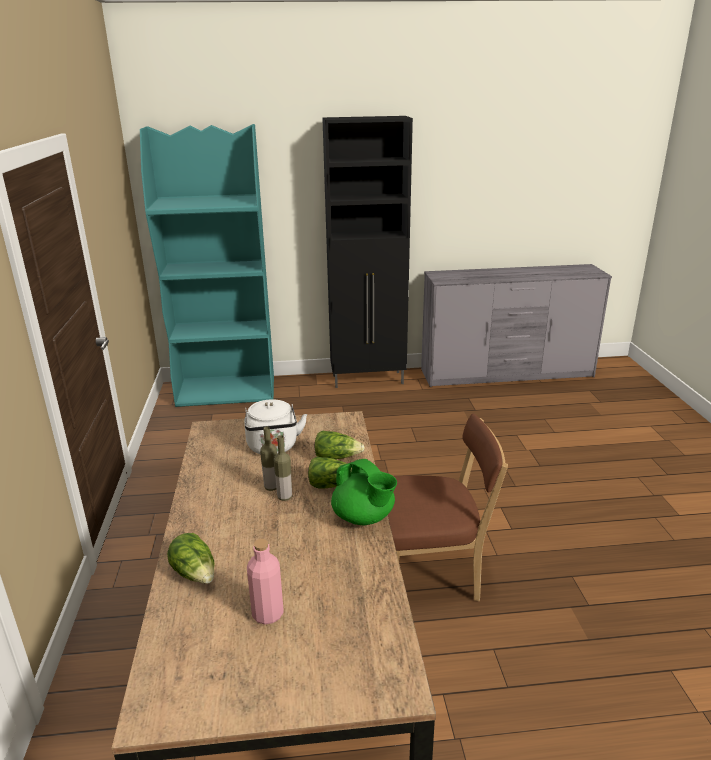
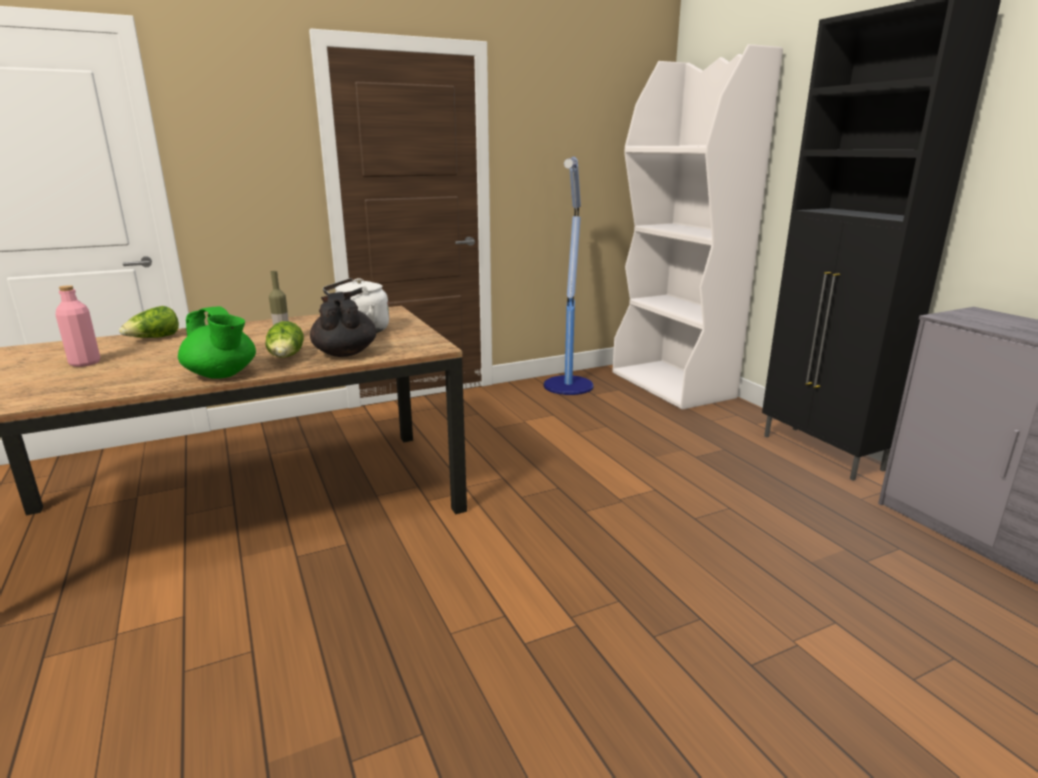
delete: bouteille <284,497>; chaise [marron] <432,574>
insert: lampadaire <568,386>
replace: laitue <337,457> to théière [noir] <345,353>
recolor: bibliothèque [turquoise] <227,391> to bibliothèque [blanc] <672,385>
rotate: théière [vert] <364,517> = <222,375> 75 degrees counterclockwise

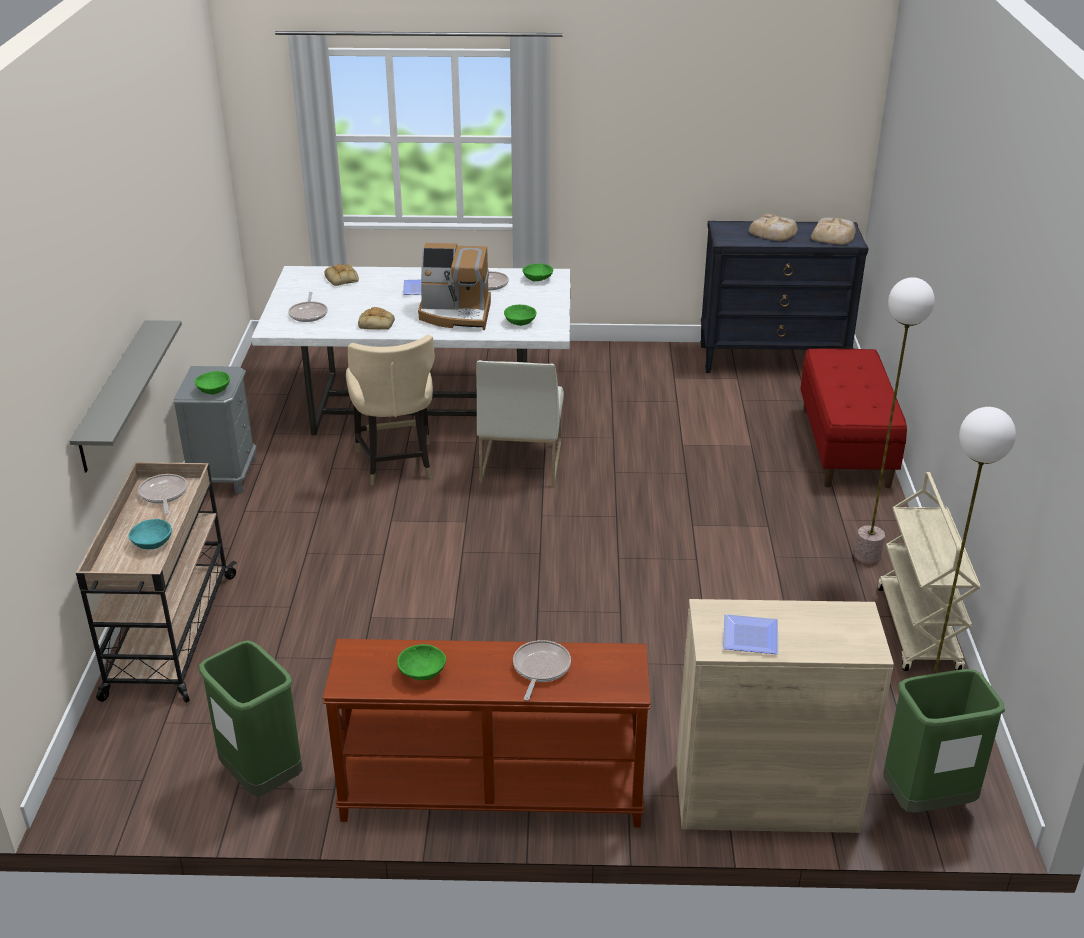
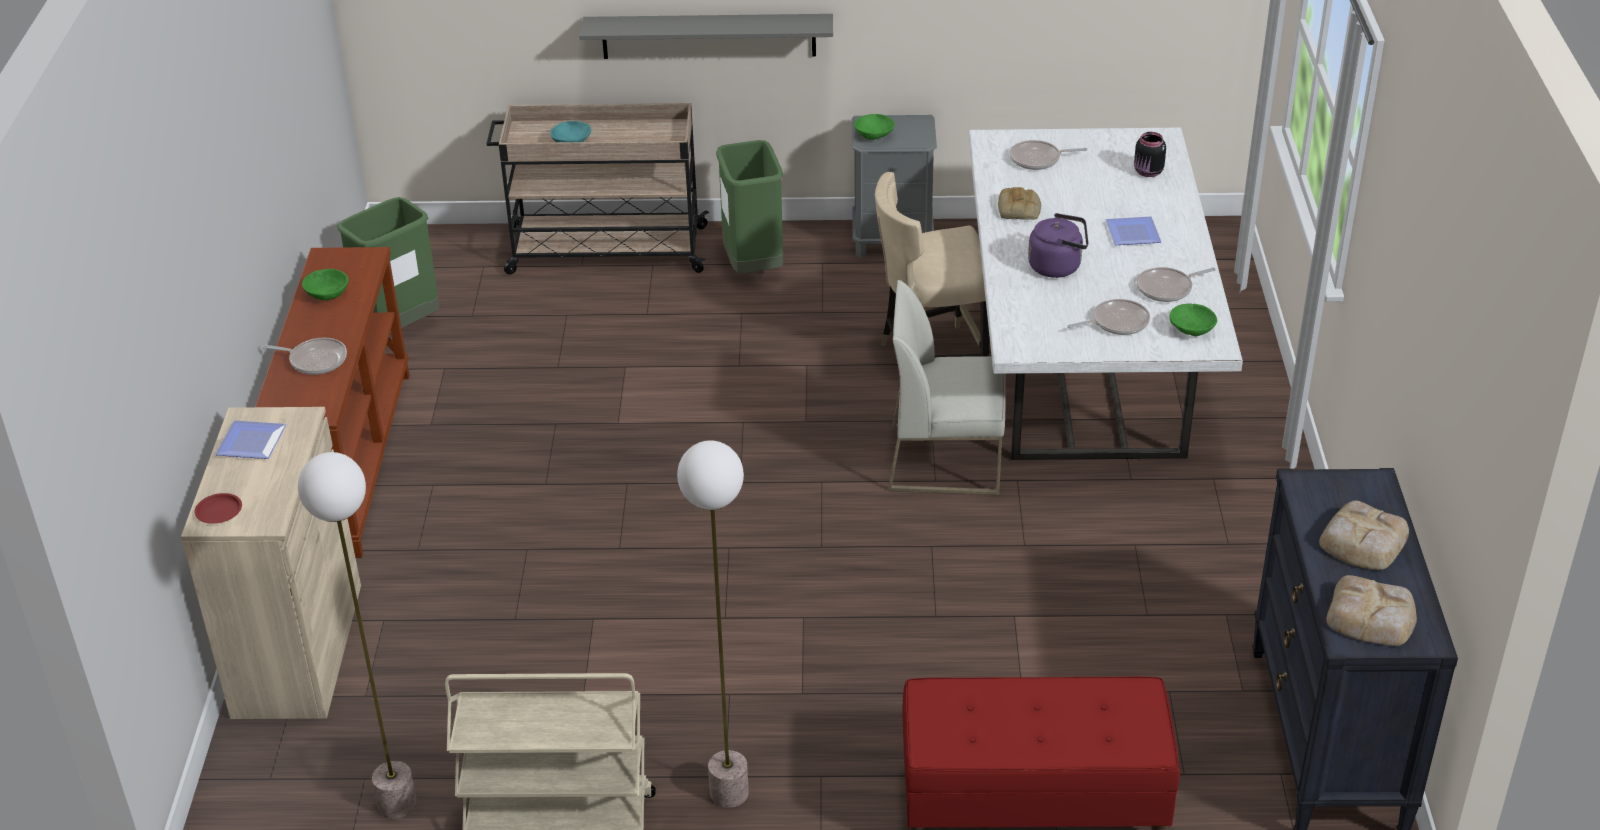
delete: bol [vert] <520,322>
insert: assiette [rouge] <218,512>
move: poêle <163,495> to <1116,322>; poubelle [vert] <926,801> to <753,267>
replace: pain <342,279> to bocal [noir] <1148,172>; machine à café <456,314> to bouilloire [violet] <1058,266>

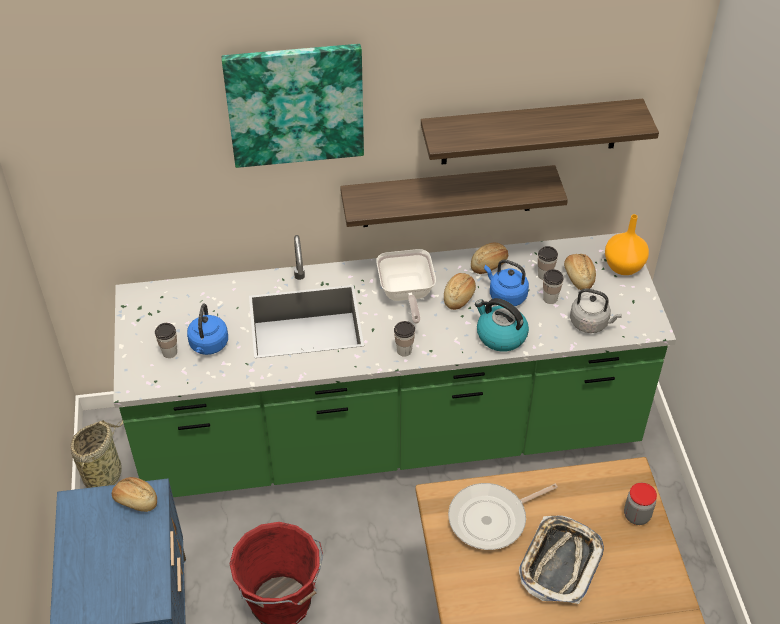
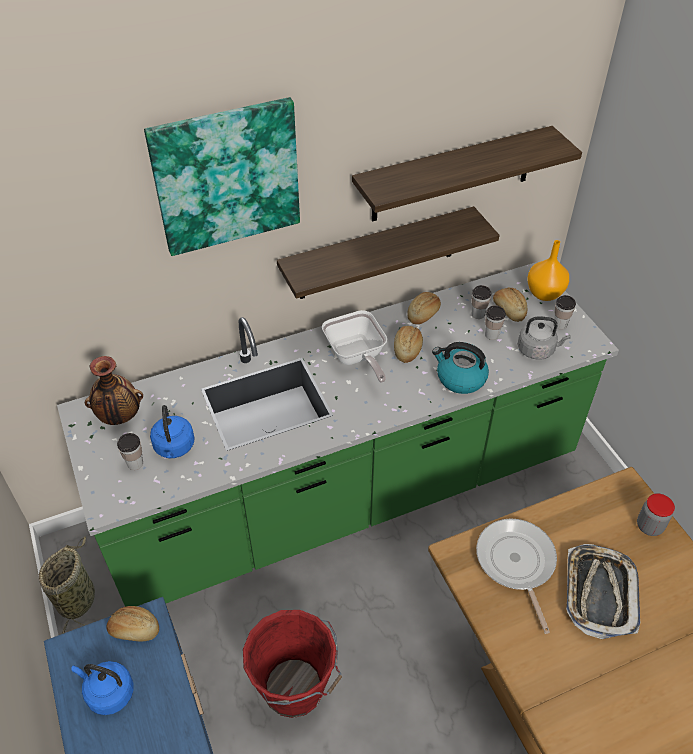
insert: vase <119,416>
move: tasse <404,350> to <560,324>; bouilloire [bleu] <505,295> to <108,693>
rotate: poêle <491,519> = <516,563> 120 degrees clockwise

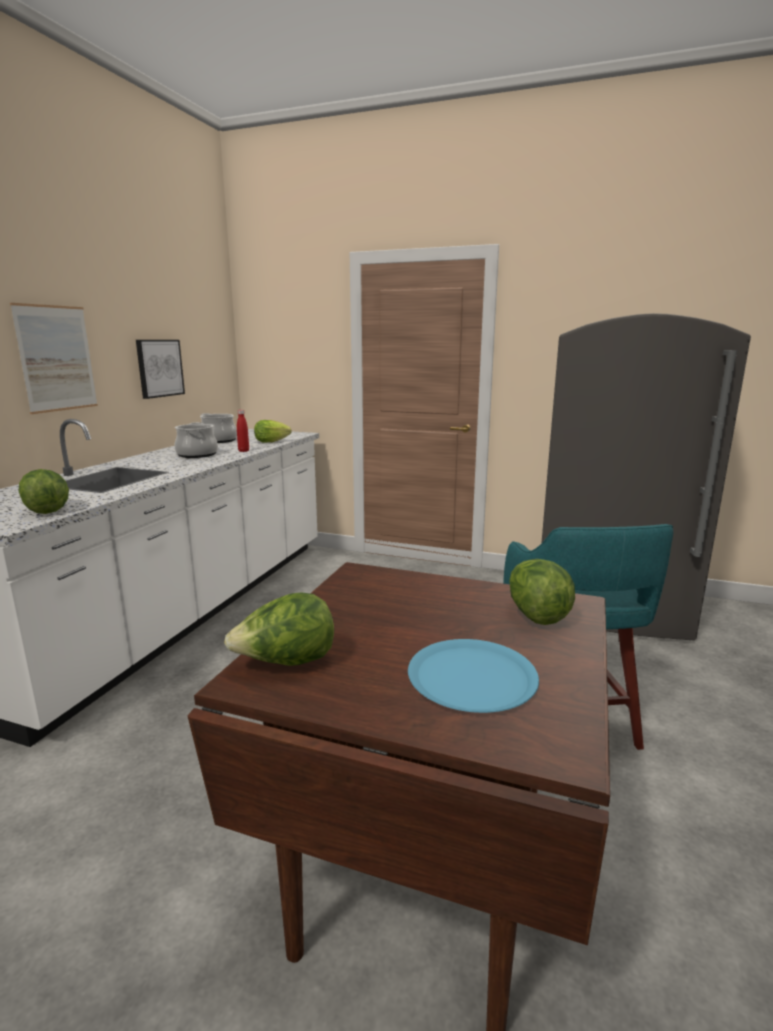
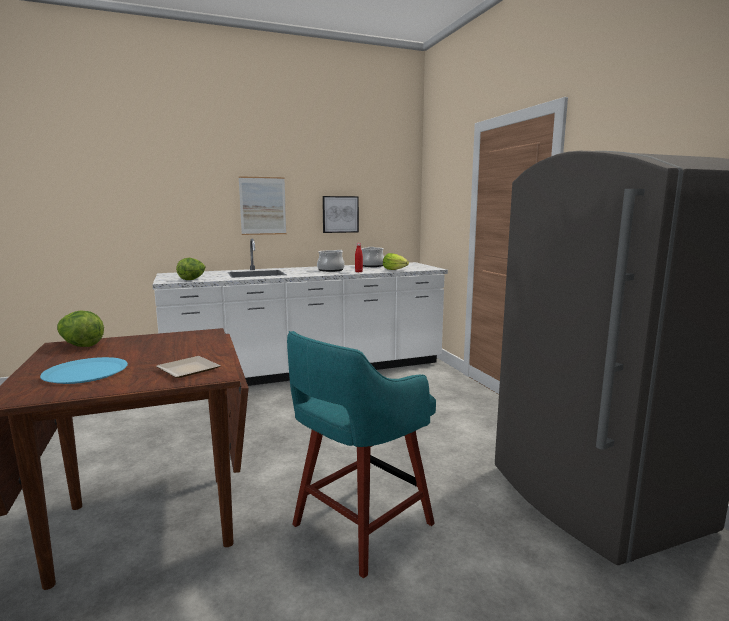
replace: laitue <536,614> to assiette <186,370>

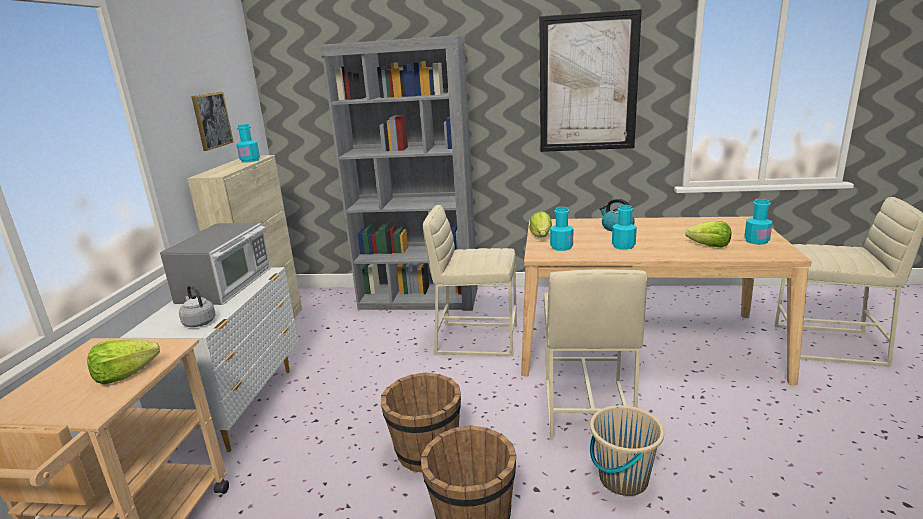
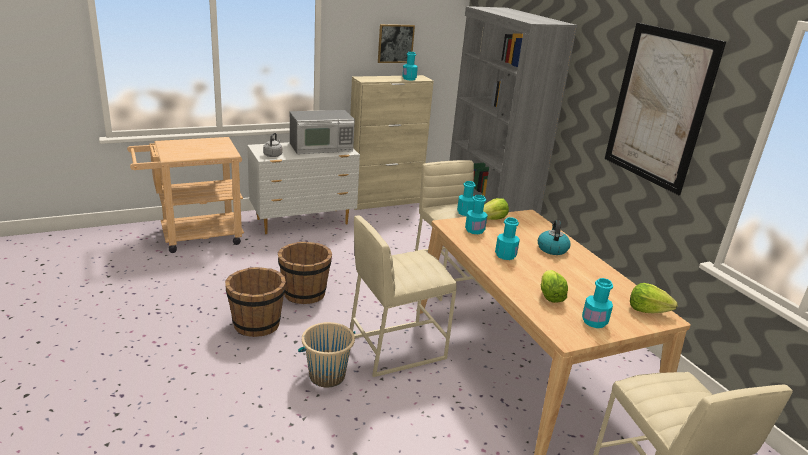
insert: bouteille [turquoise] <465,212>
move: laitue <125,375> to <647,310>

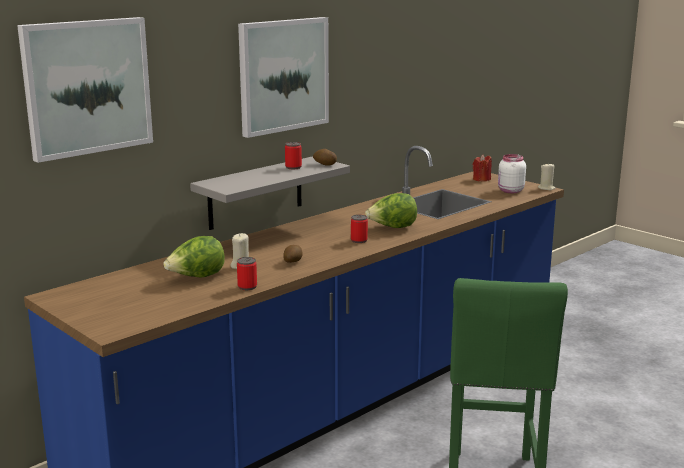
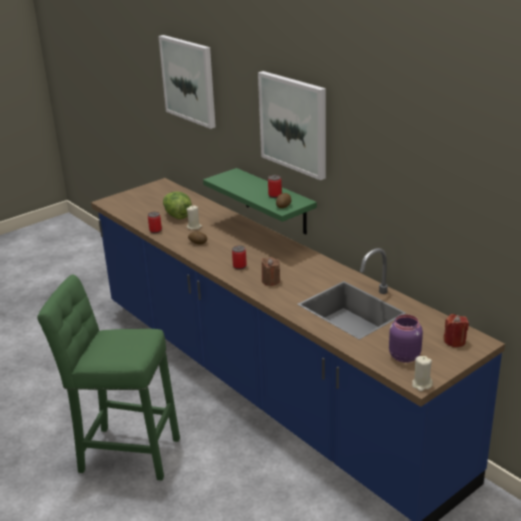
replace: laitue <392,228> to bougie [marron] <270,281>
recolor: étagère [gris] <255,193> to étagère [vert] <275,202>; bocal [blanc] <510,191> to bocal [violet] <404,356>

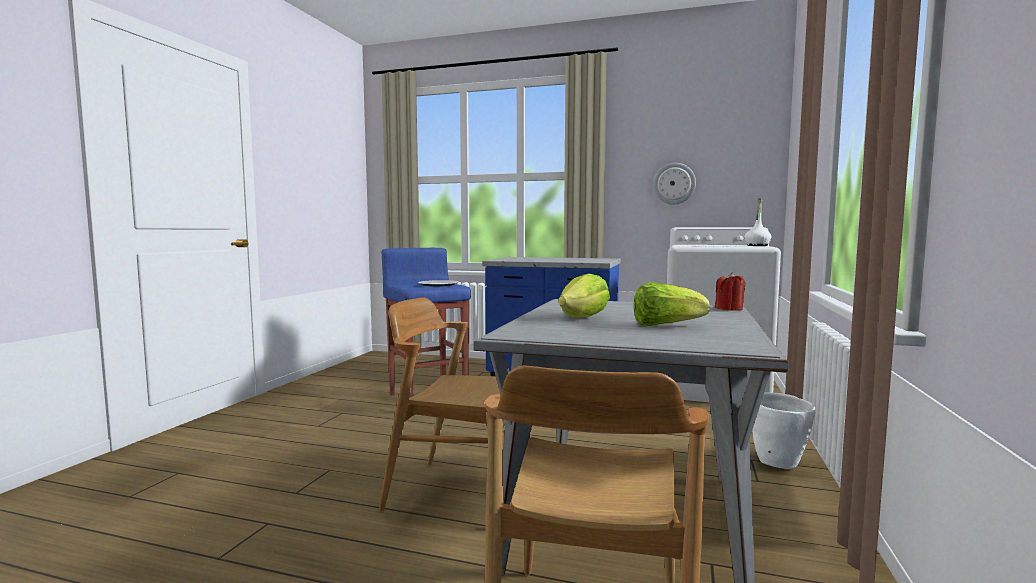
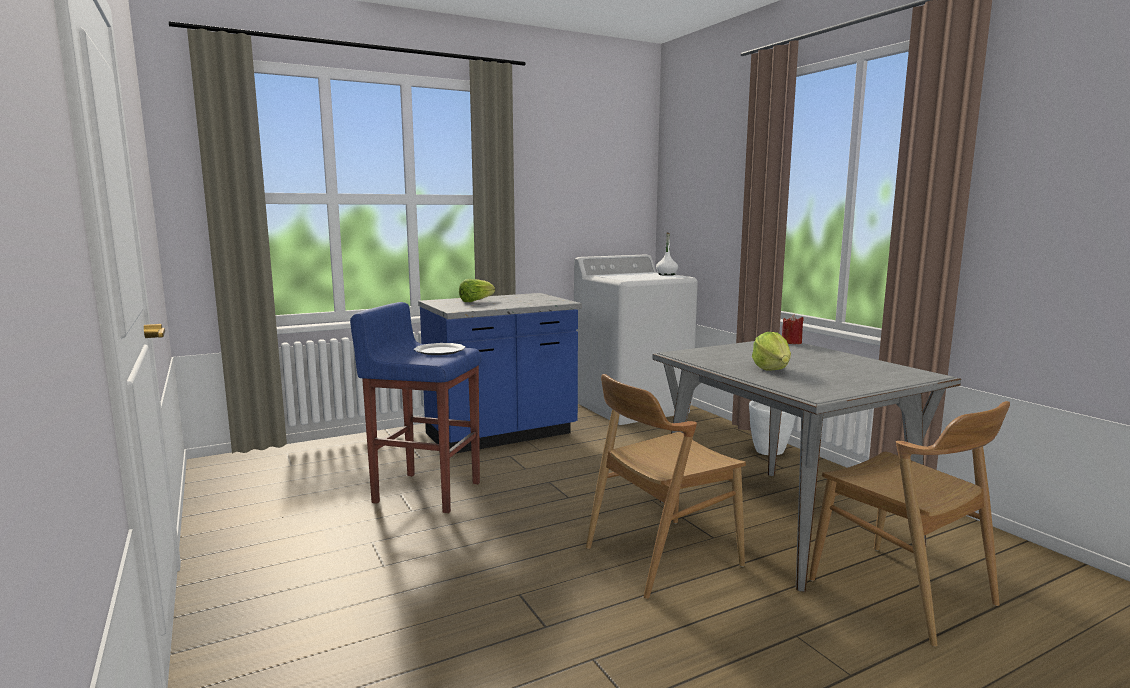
delete: horloge murale <674,183>
move: laitue <665,325> to <476,301>

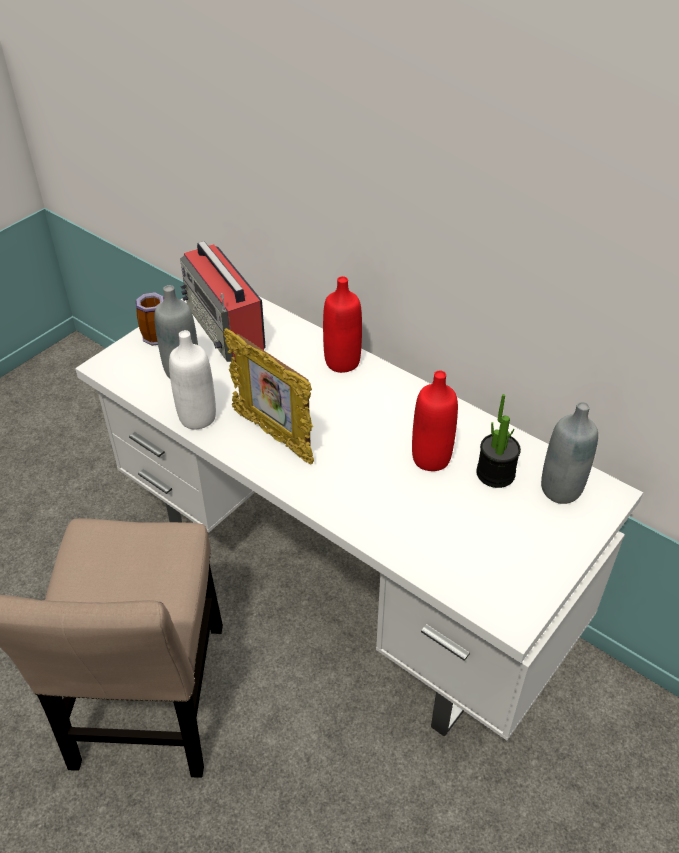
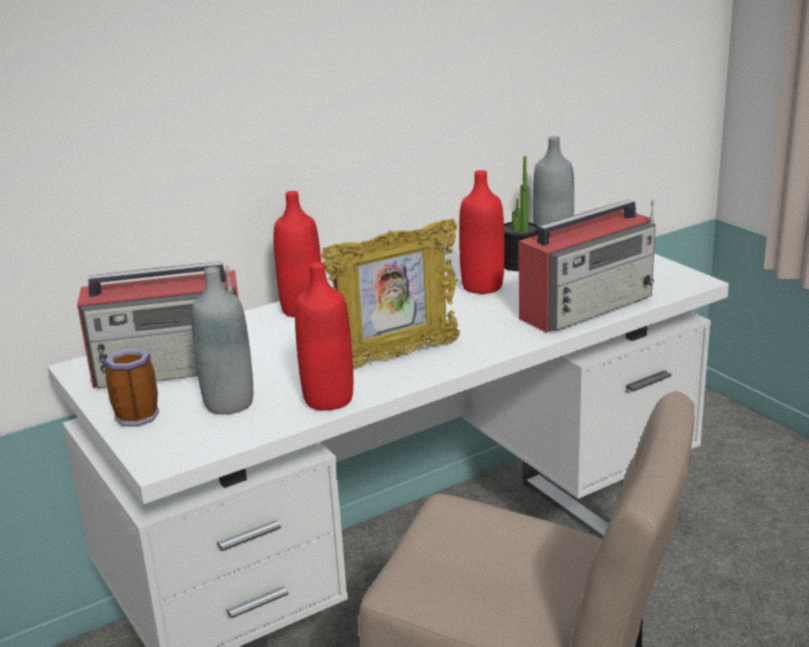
insert: radio <588,306>
recolor: bouteille [blanc] <197,417> to bouteille [rouge] <328,399>

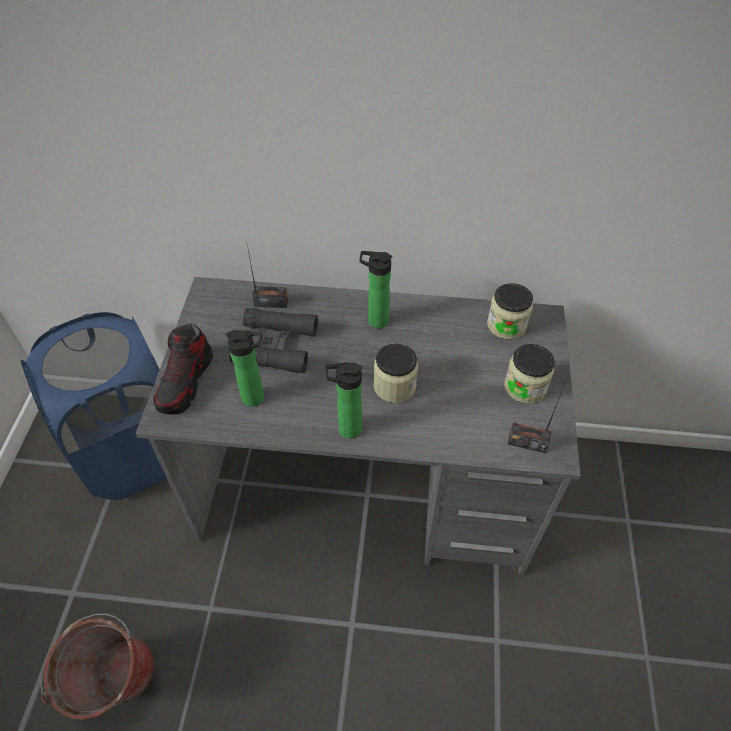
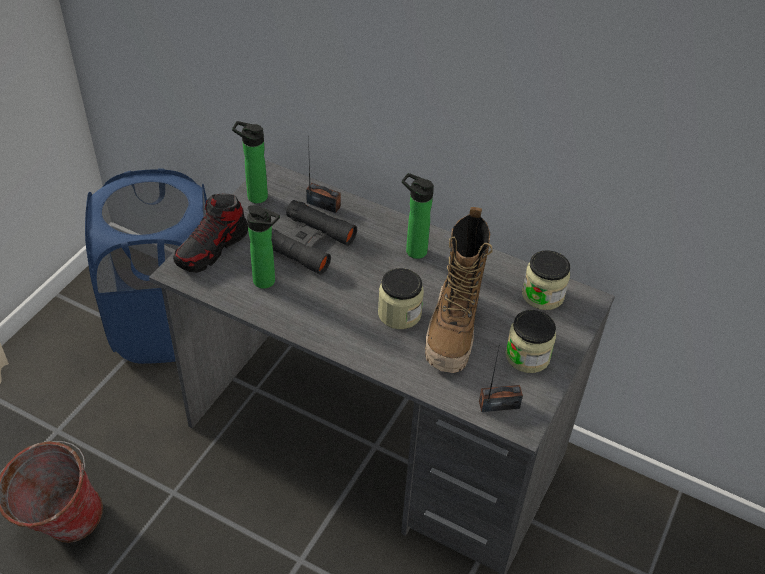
insert: botte <453,331>
move: bouteille <346,429> to <254,196>
rotate: radio <527,443> = <499,405> 135 degrees clockwise

